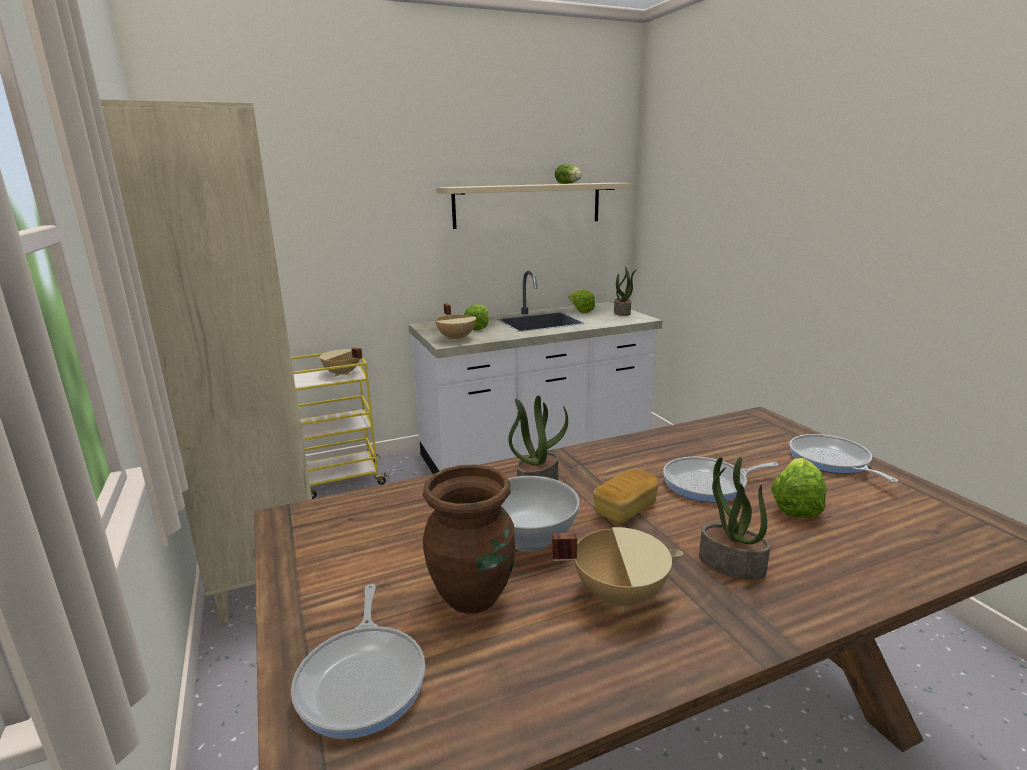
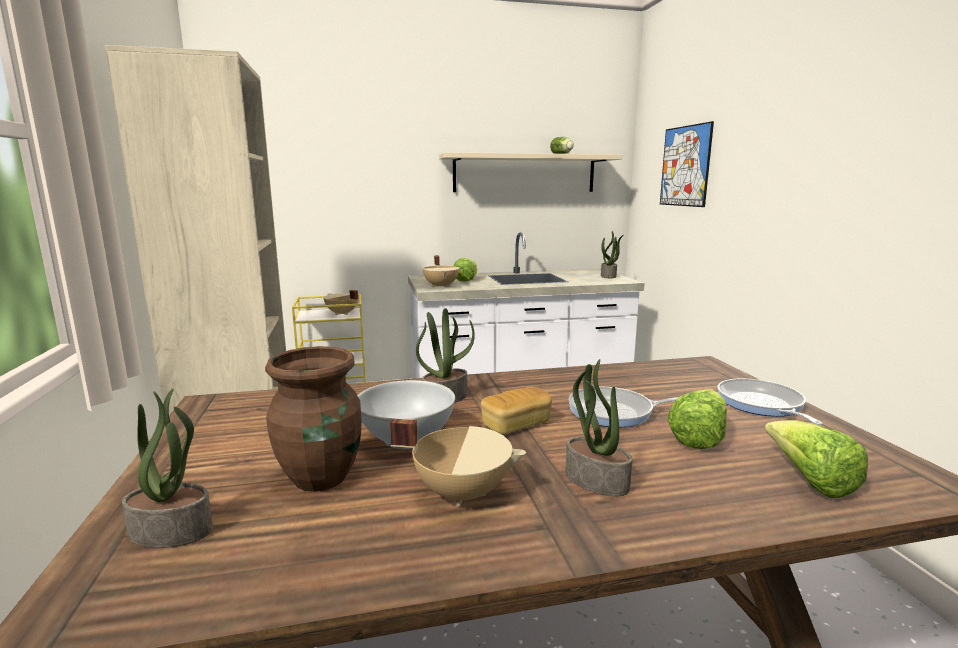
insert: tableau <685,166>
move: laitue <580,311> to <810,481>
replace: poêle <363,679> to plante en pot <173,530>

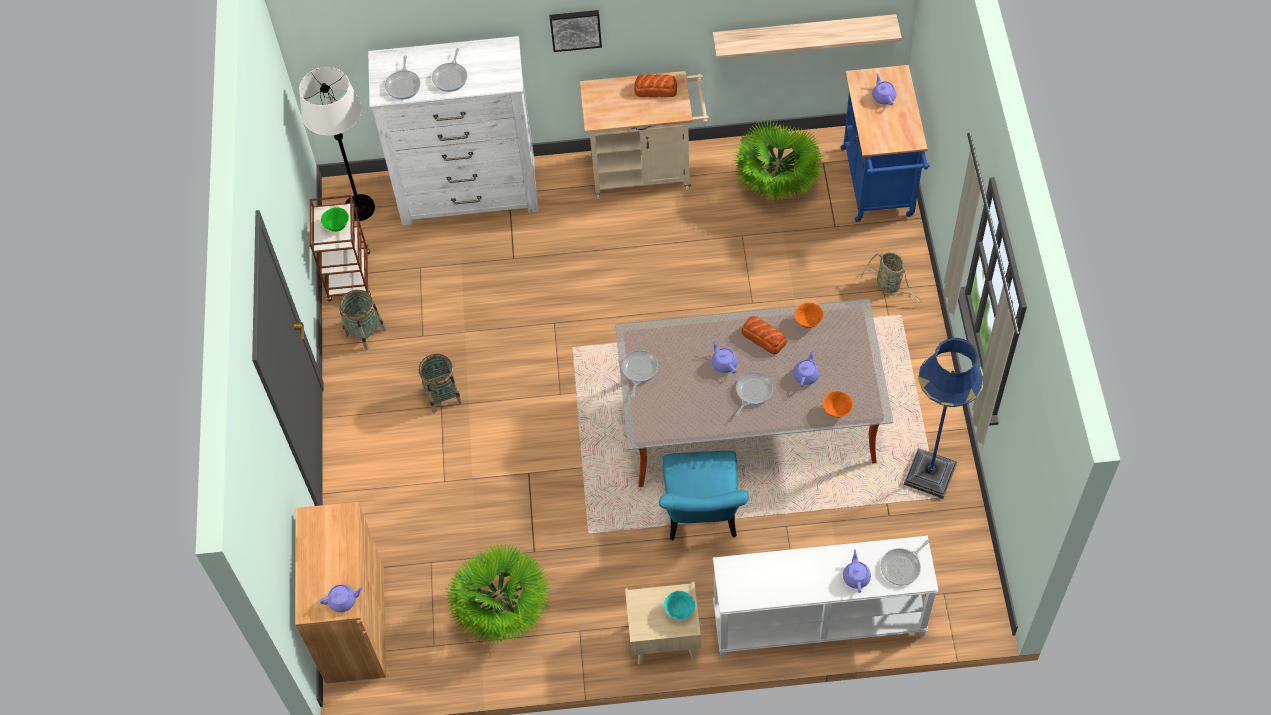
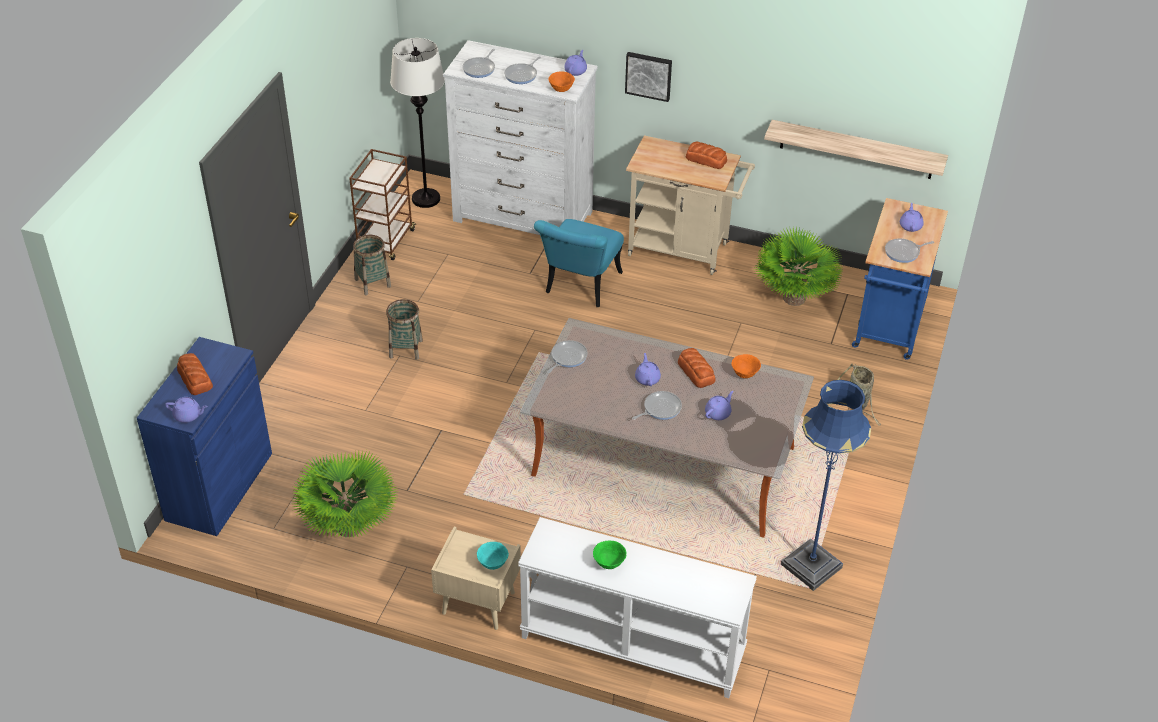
insert: pain <195,378>
move: bol [vert] <337,226> to <609,563>; chaise [turquoise] <702,517> to <579,288>; bol [orange] <836,411> to <561,90>; théière [violet] <856,577> to <576,71>; poêle <902,567> to <904,252>
recolor: meuble de rangement [marron] <355,624> to meuble de rangement [bleu] <219,486>

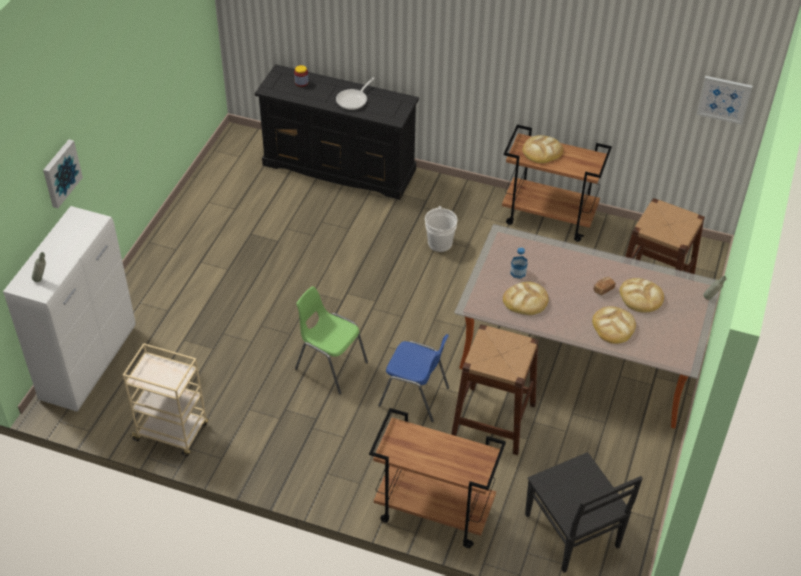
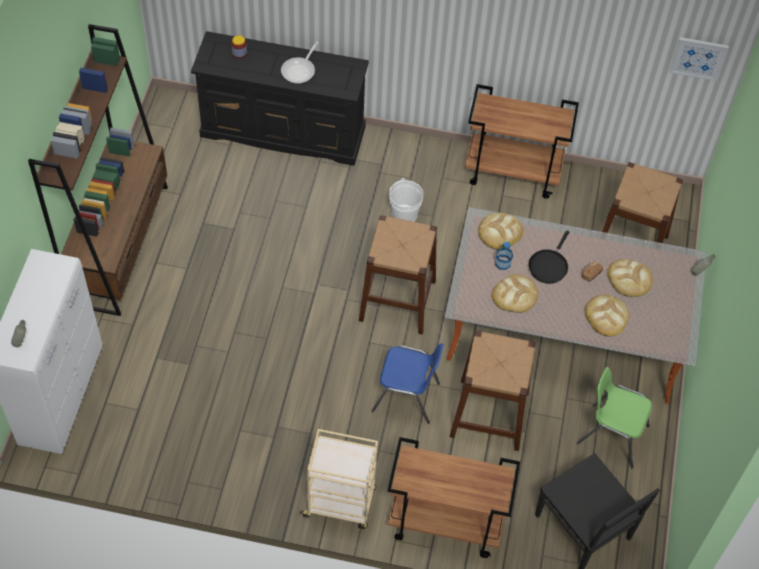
delete: tableau <60,173>
insert: bibliothèque [marron] <120,244>; tabouret [marron] <397,300>; poêle [noir] <549,265>
move: chariot [beige] <172,432> to <340,503>; chaise [vert] <330,366> to <612,435>; pain <542,151> to <500,232>

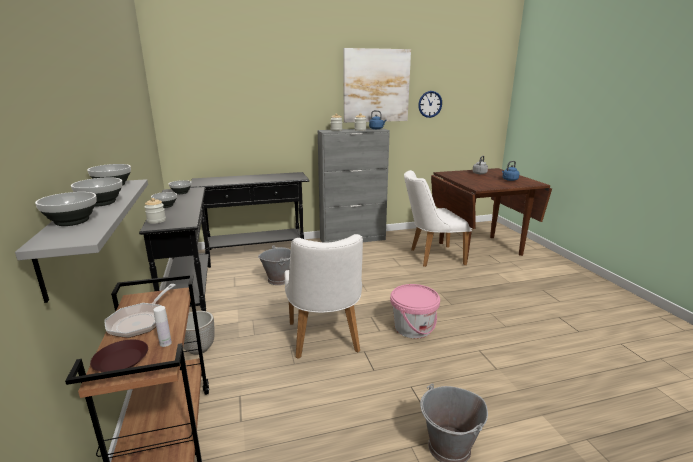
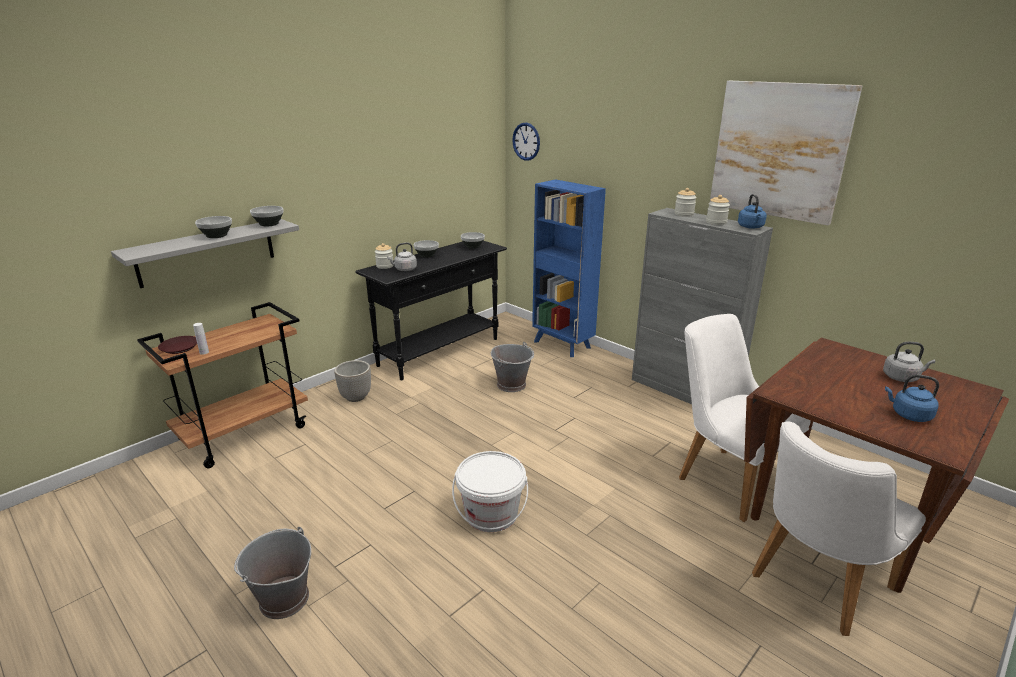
delete: bol <72,222>; poêle <140,321>
insert: bouilloire [gris] <404,269>
move: chaise [blanc] <325,341> to <812,585>; horloge murale <430,104> to <526,141>
replace: table console [noir] <256,250> to bibliothèque [bleu] <563,345>
recolor: seau [rose] <413,328> to seau [blanc] <491,514>

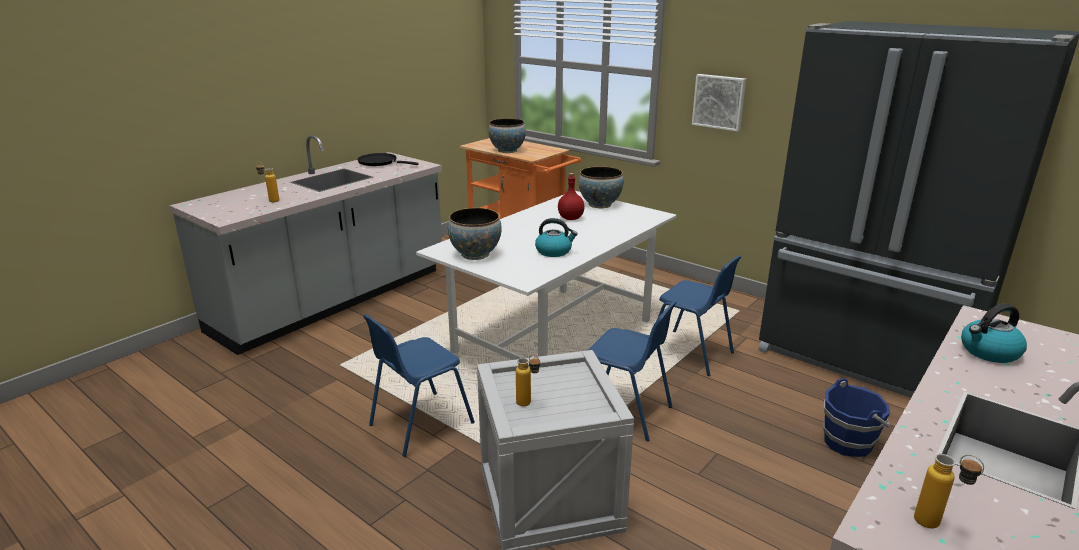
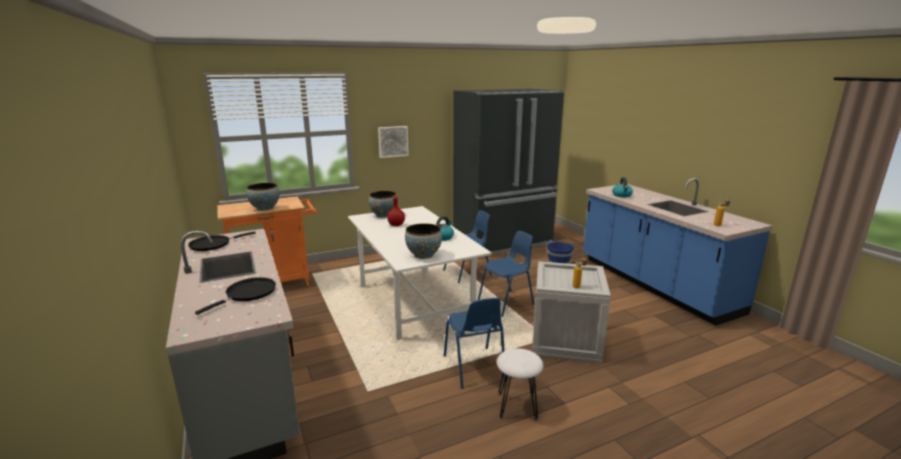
insert: tabouret [blanc] <516,406>
replace: bouteille <270,201> to poêle [noir] <248,294>

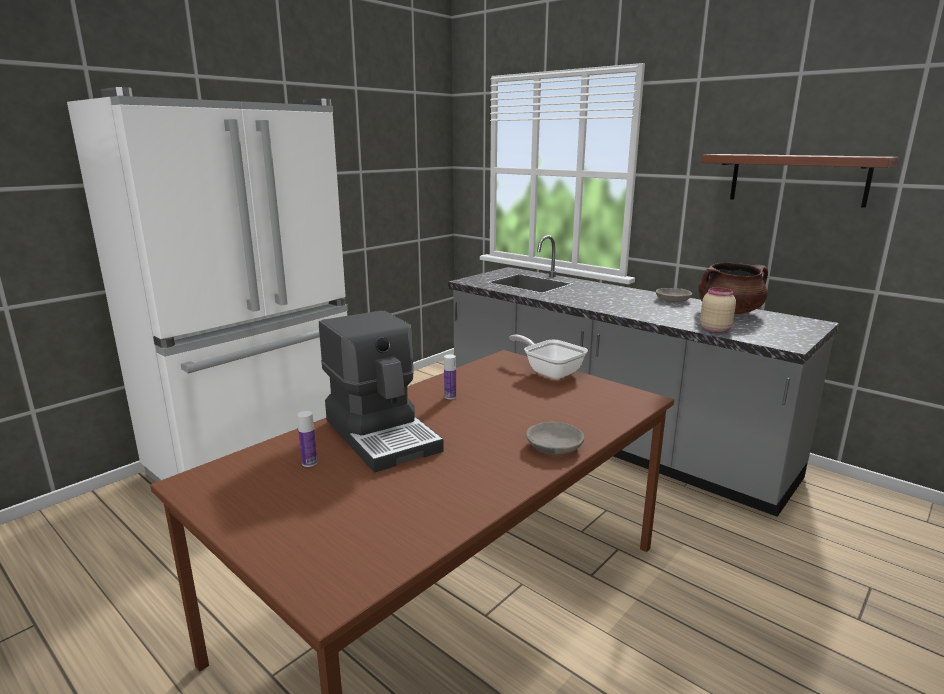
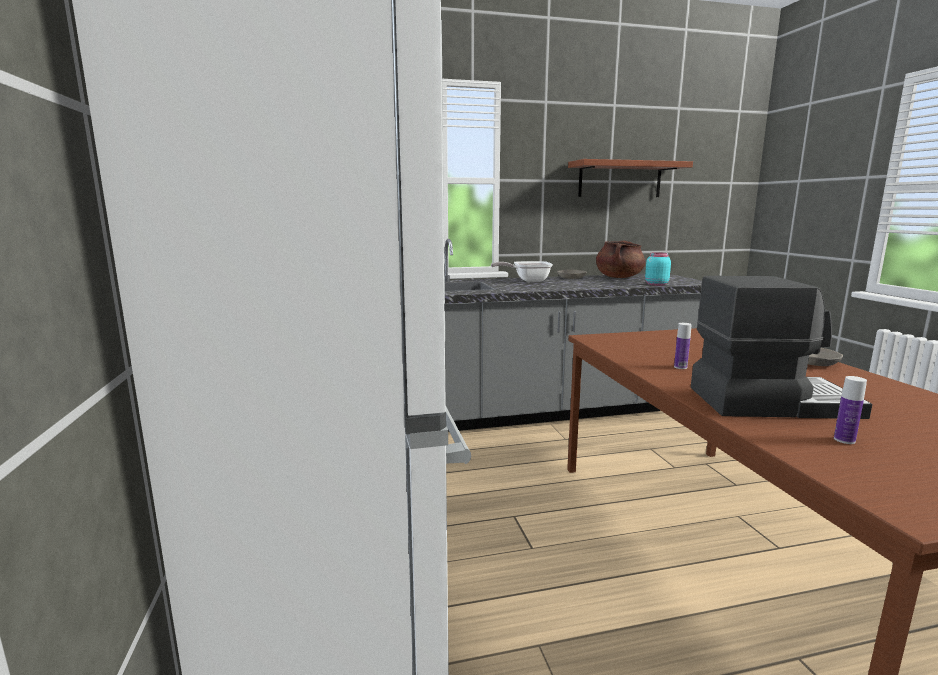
move: poêle <549,371> to <527,280>
recolor: bocal [beige] <715,329> to bocal [turquoise] <655,284>

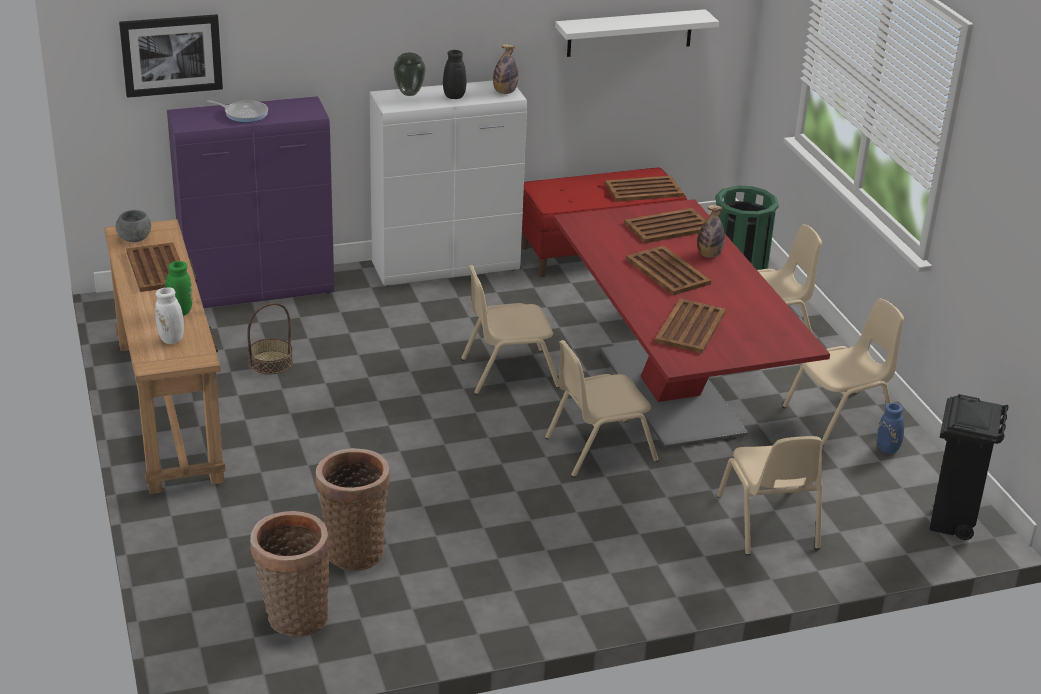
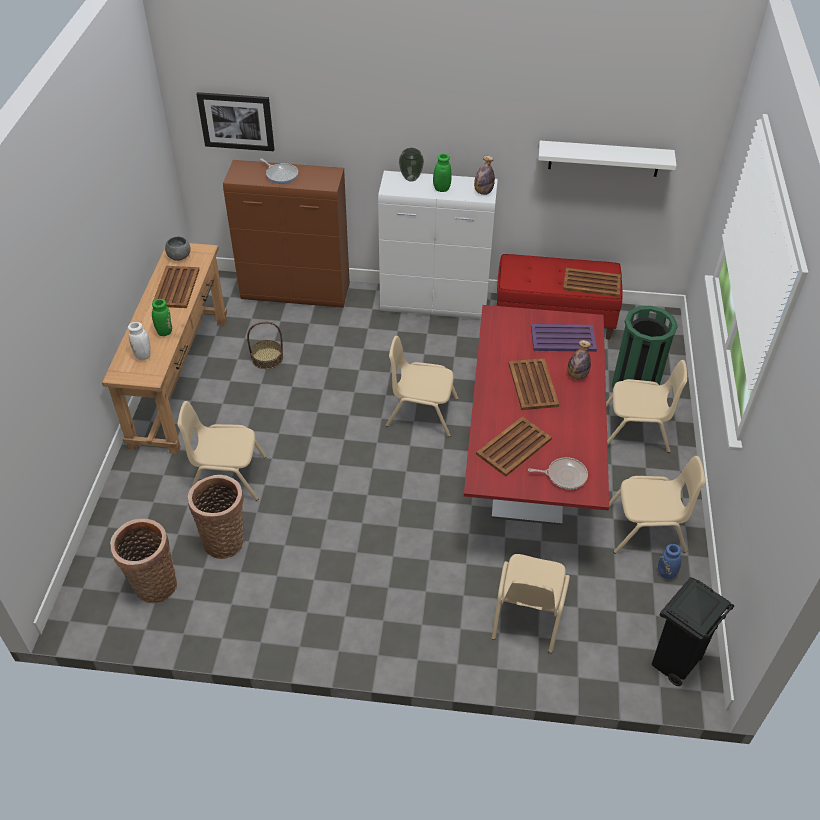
insert: poêle <564,475>
move: chaise [beige] <599,449> to <227,476>
recolor: meuble de rangement [violet] <259,291> to meuble de rangement [marron] <296,293>; vase [noir] <453,97> to vase [vert] <440,189>; plateau [marron] <667,227> to plateau [violet] <562,338>

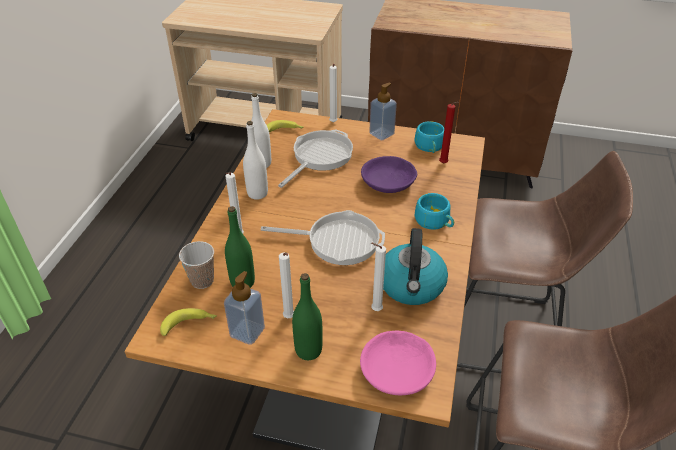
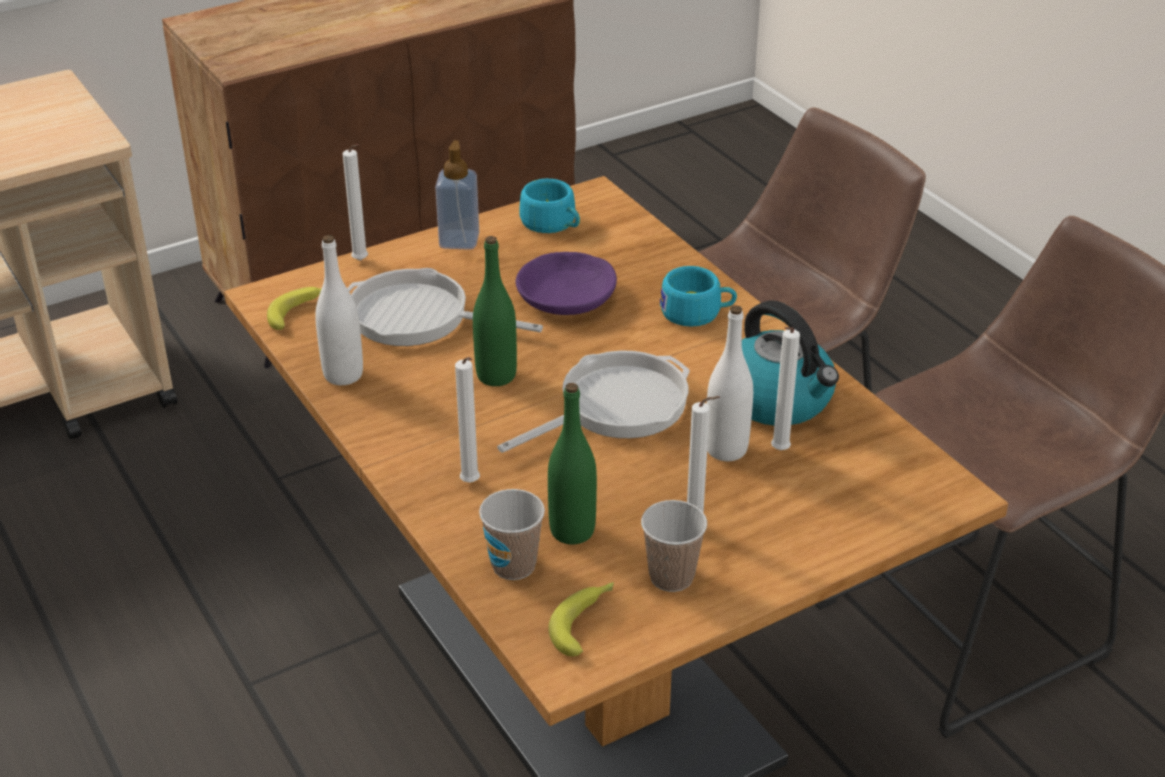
delete: bol [rose] <398,370>; bougie [rouge] <444,164>
move: bouteille [blanc] <257,193> to <726,449>; bouteille [vert] <308,350> to <496,375>
replace: distributeur de savon <247,332> to tasse <671,577>
rotate: poêle <320,156> = <417,317> 60 degrees counterclockwise

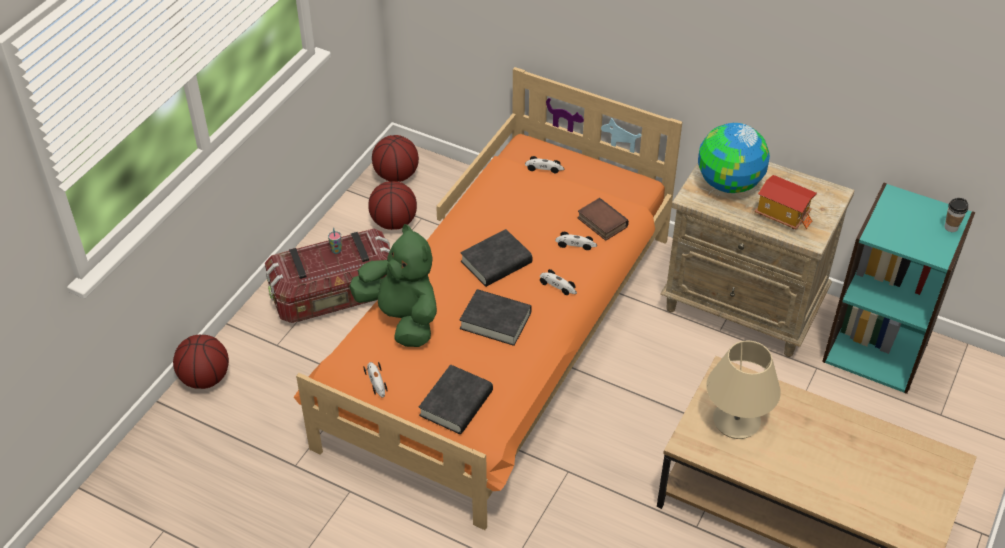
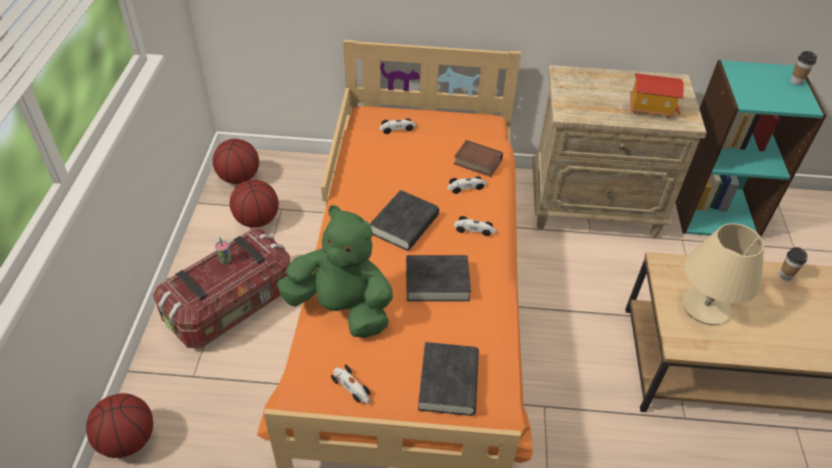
delete: globe <728,184>
insert: tasse <785,275>

